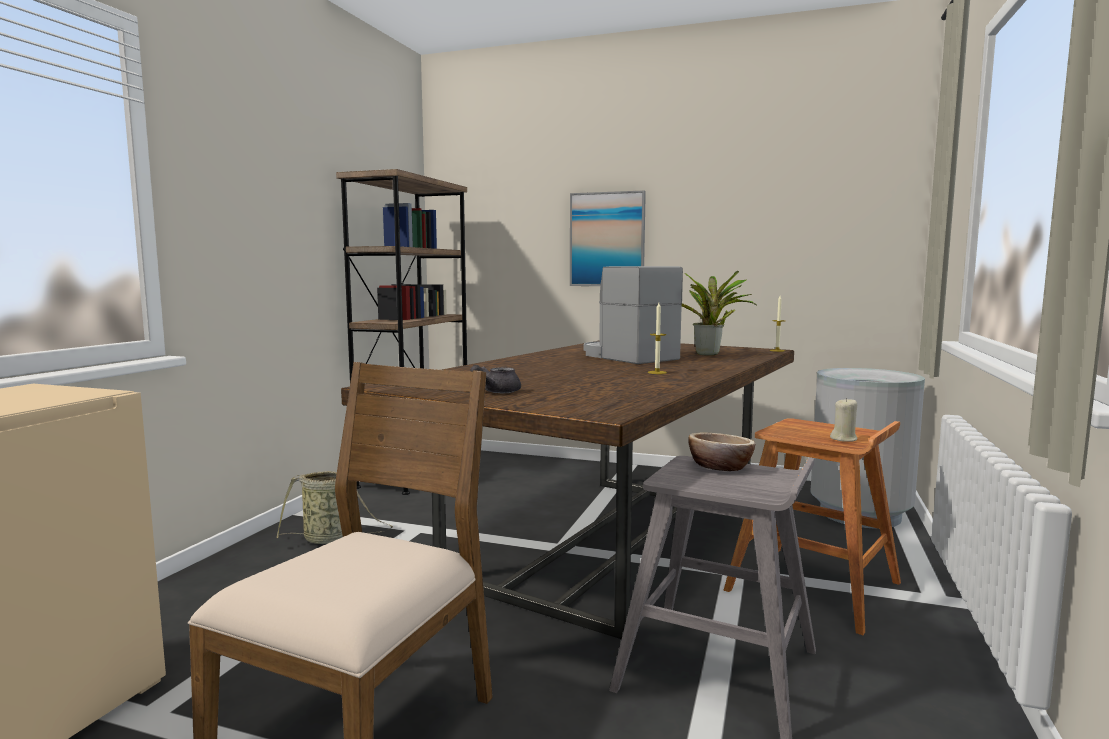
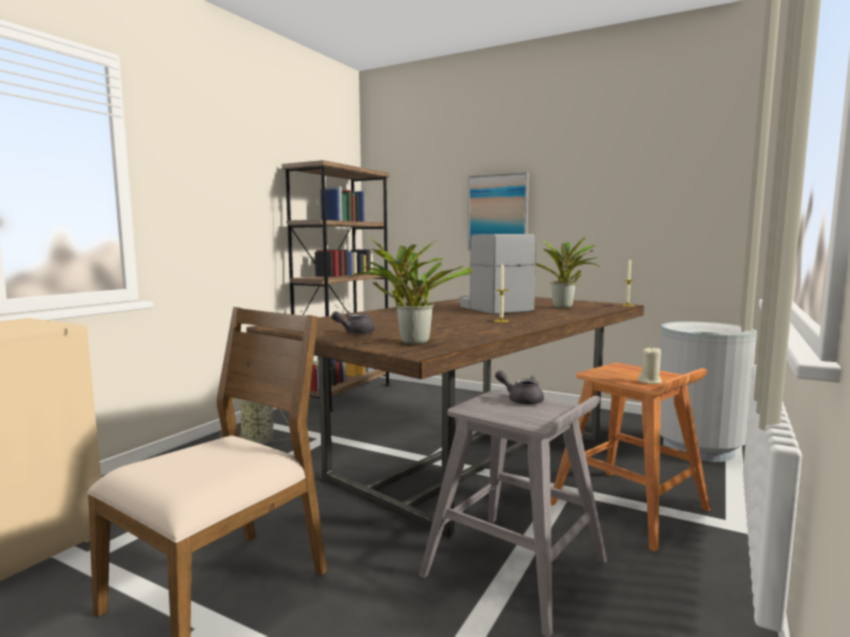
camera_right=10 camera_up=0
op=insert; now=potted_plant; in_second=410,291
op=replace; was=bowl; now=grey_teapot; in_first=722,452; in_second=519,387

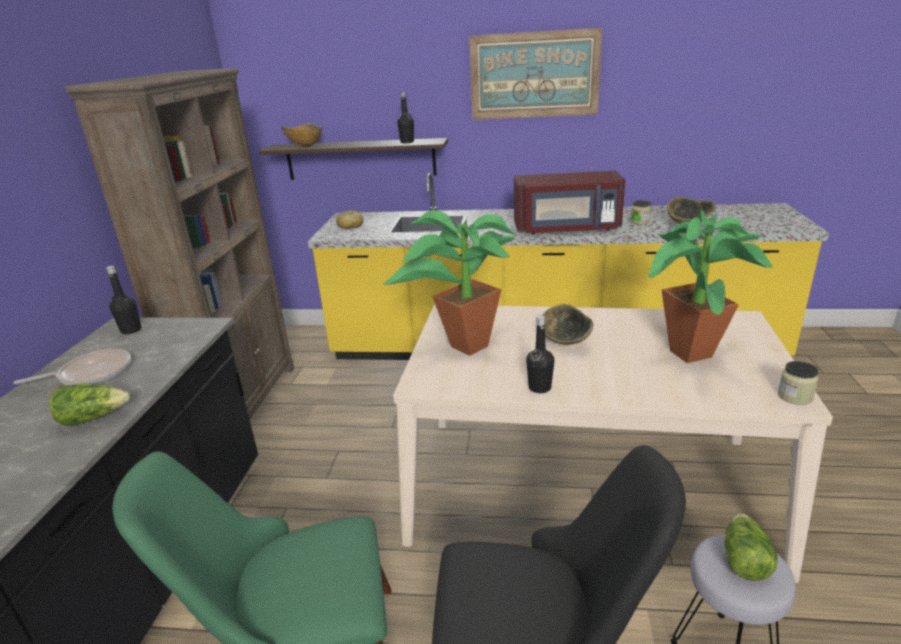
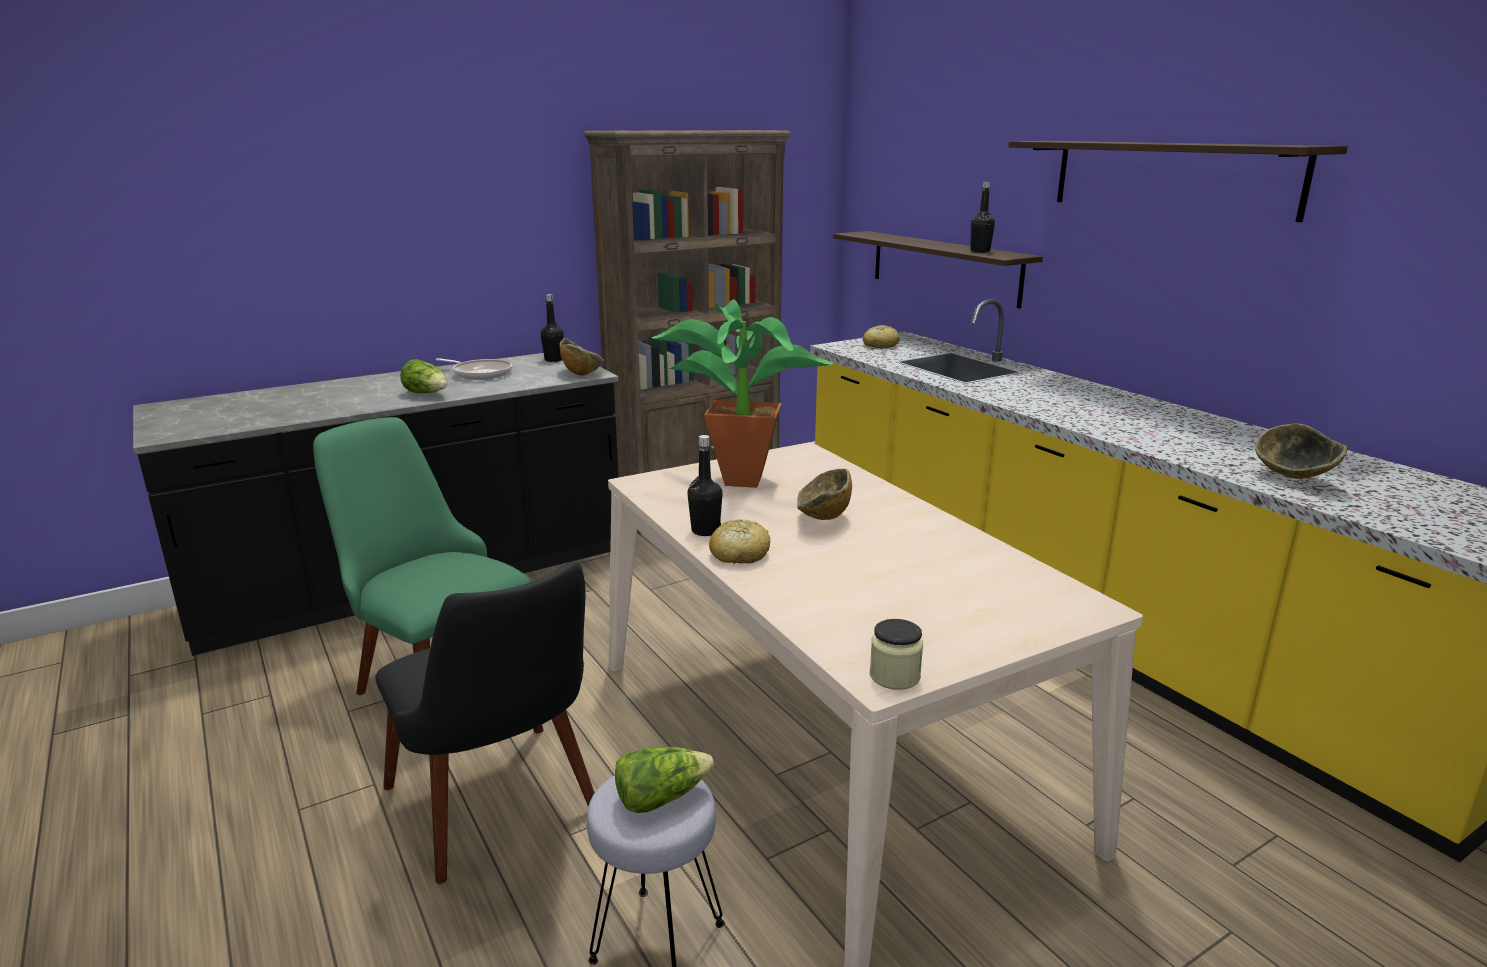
camera_right=50 camera_up=-5
op=delete; was=red_microwave; in_first=569,202
op=delete; was=jar; in_first=641,212
op=delete; was=potted_plant; in_first=710,285
op=insert; now=bread; in_second=739,541
op=move; was=bowl; in_first=301,135; in_second=581,357
op=replace; was=picture; now=shelf; in_first=535,74; in_second=1178,181

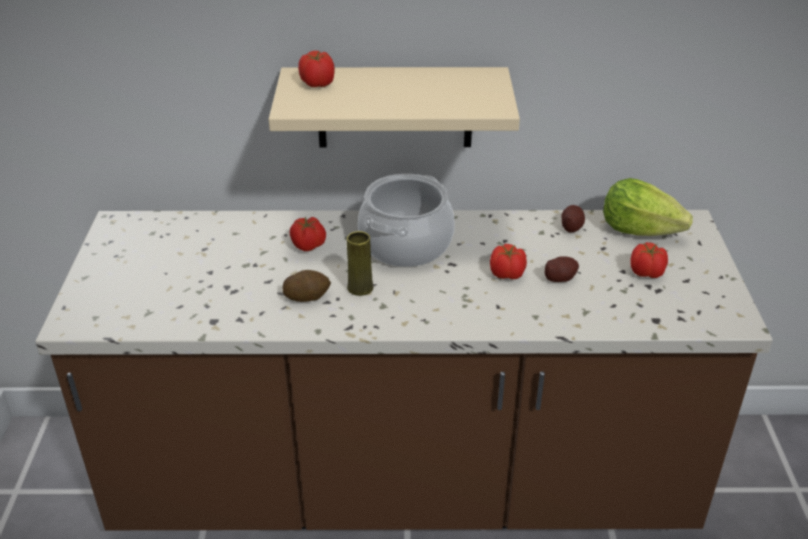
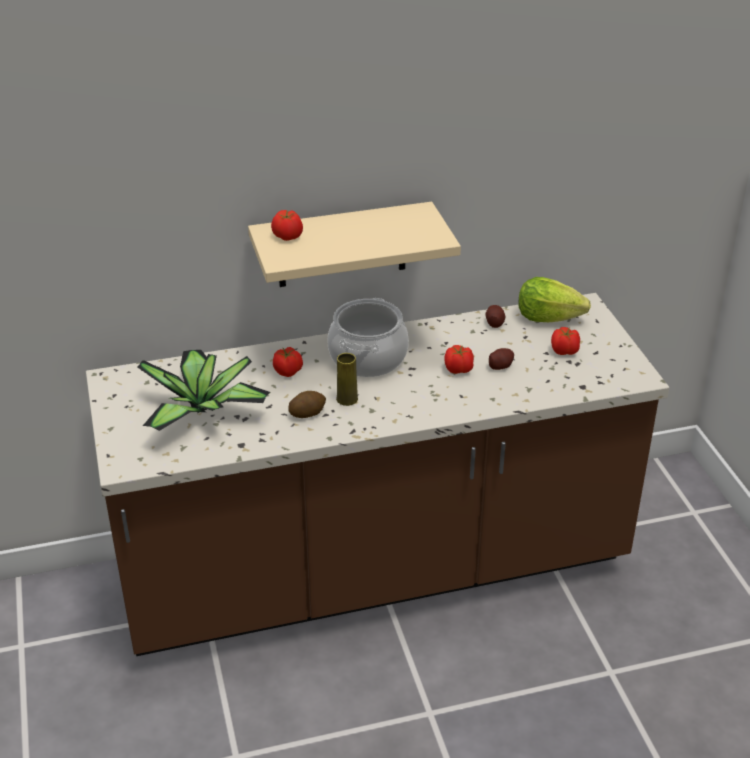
camera_right=-15 camera_up=0
op=insert; now=potted_plant; in_second=204,390

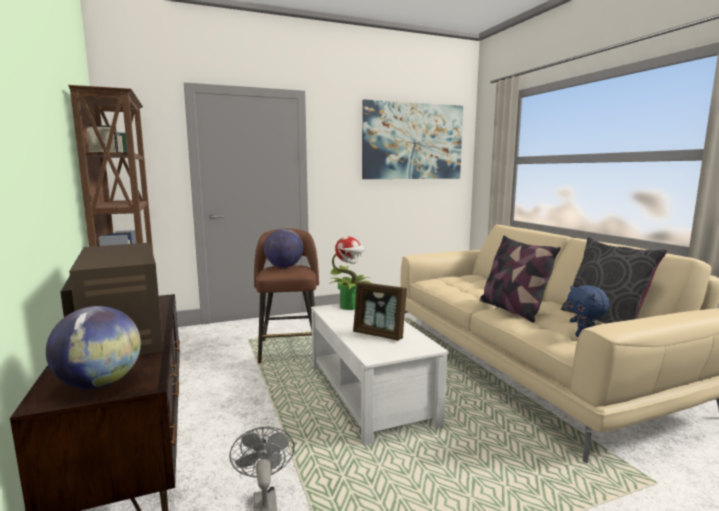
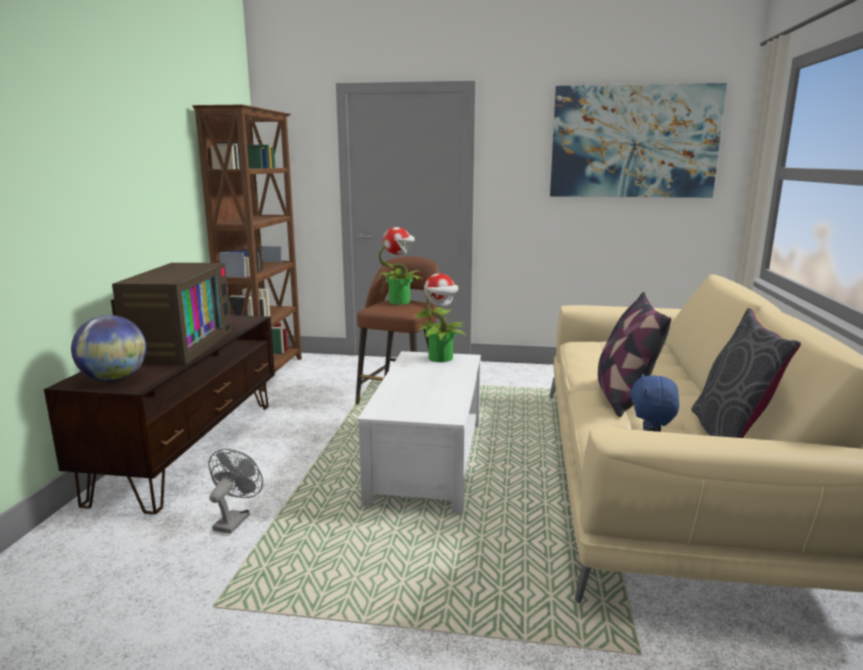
camera_right=30 camera_up=5
op=delete; was=picture_frame; in_first=380,311
op=replace; was=globe; now=potted_plant; in_first=283,248; in_second=400,266

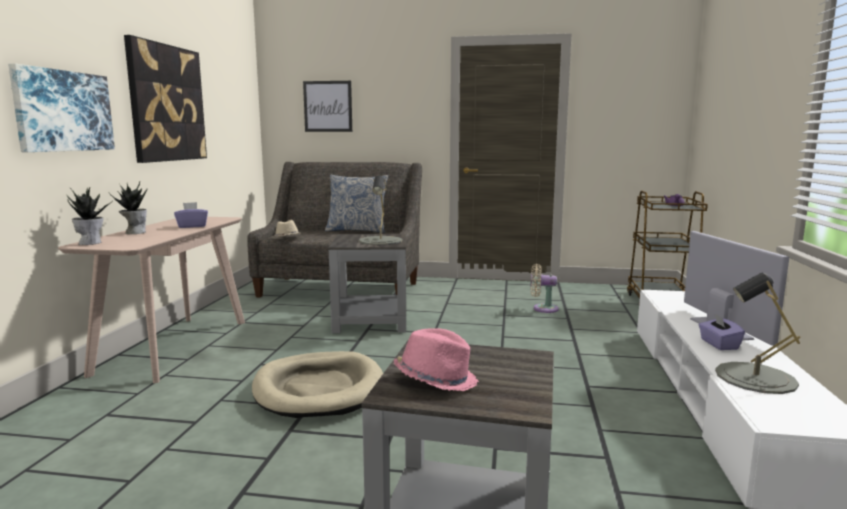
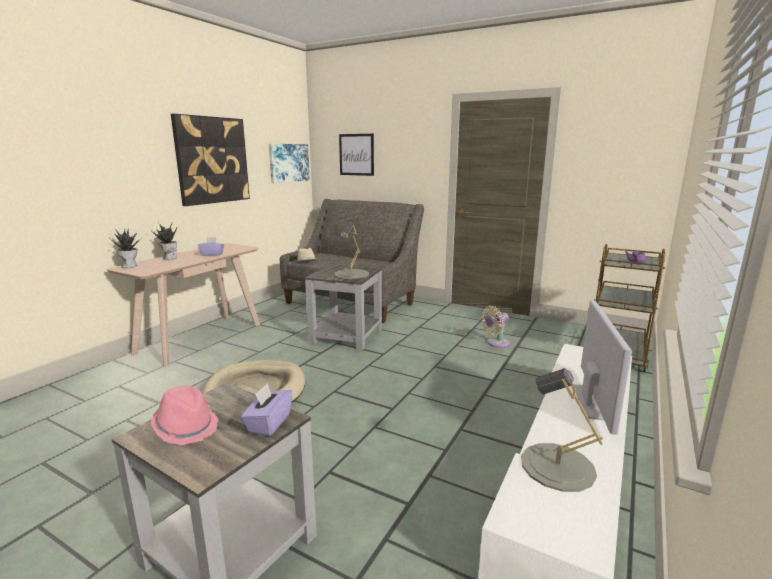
camera_right=20 camera_up=5
op=delete; was=pillow; in_first=356,204
op=move; was=picture; in_first=61,107; in_second=289,163
op=move; was=purple_tissue_box; in_first=722,331; in_second=266,409
op=rotate; was=beige_fan; in_first=545,288; in_second=495,327; clockwise=-60

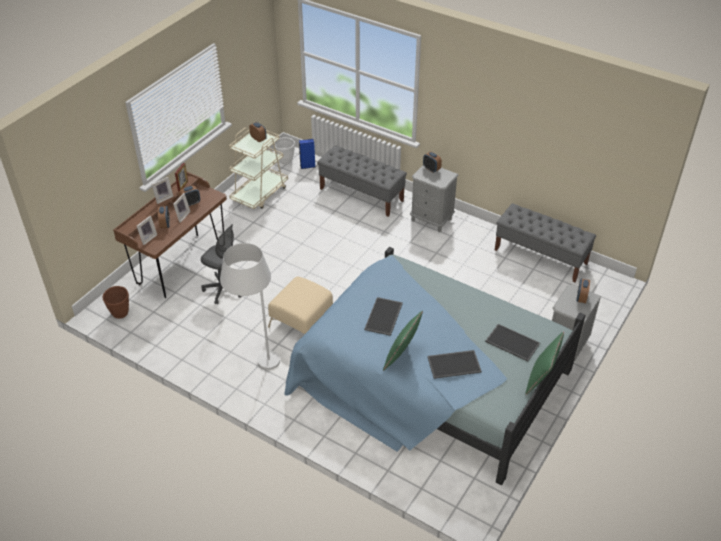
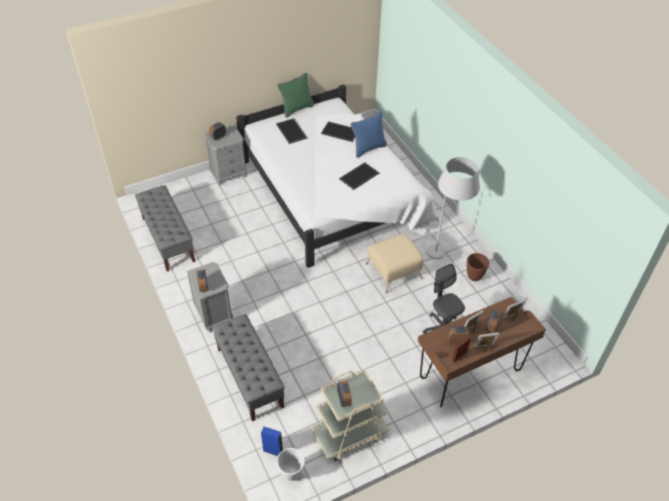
camera_right=-150 camera_up=5
op=move; was=brown_planter; in_first=116,302; in_second=478,267
op=recolor; was=blue_bed; now=white_bed; in_first=435,366; in_second=337,176
op=recolor; was=green_pillow; now=blue_pillow; in_first=403,341; in_second=368,135

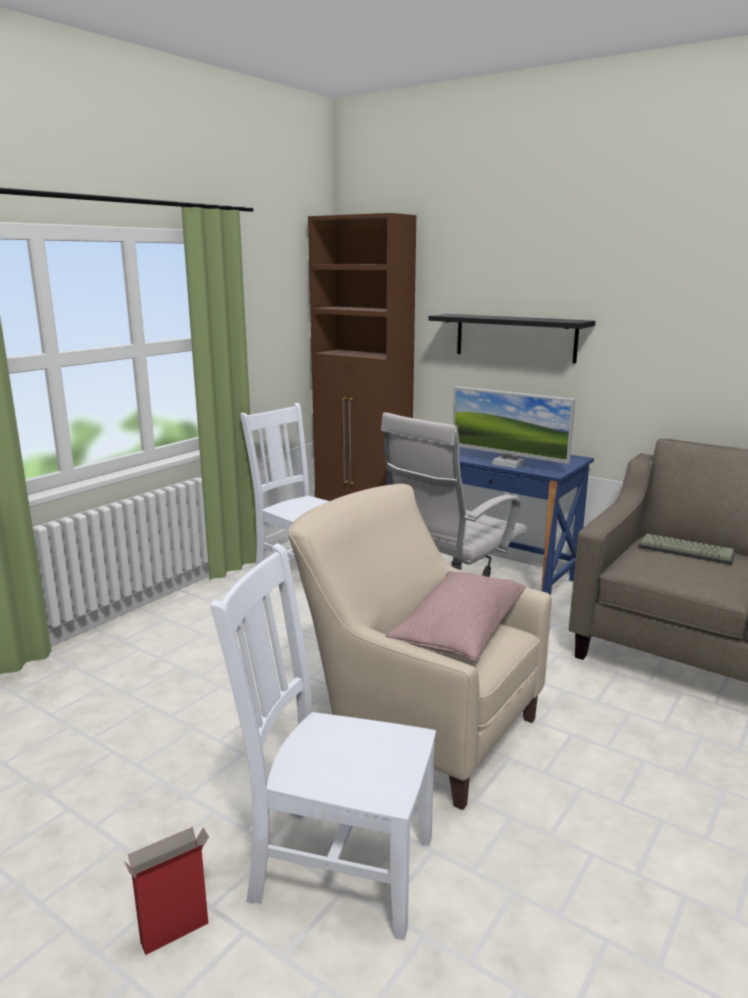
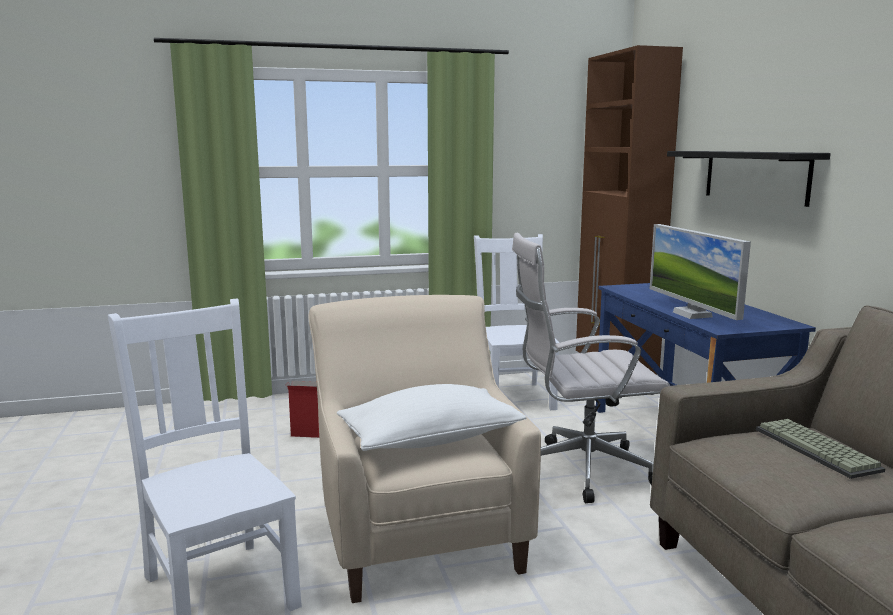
camera_right=40 camera_up=-5
op=move; was=cardboard_box; in_first=166,891; in_second=302,409
op=recolor; was=pink_pillow; now=white_pillow; in_first=456,616; in_second=431,417

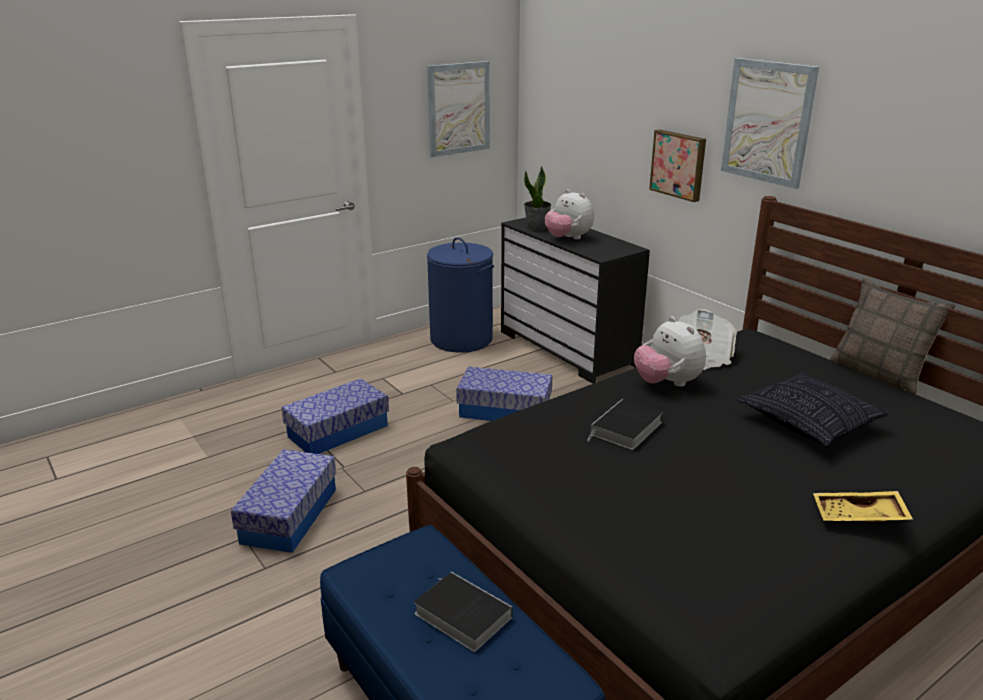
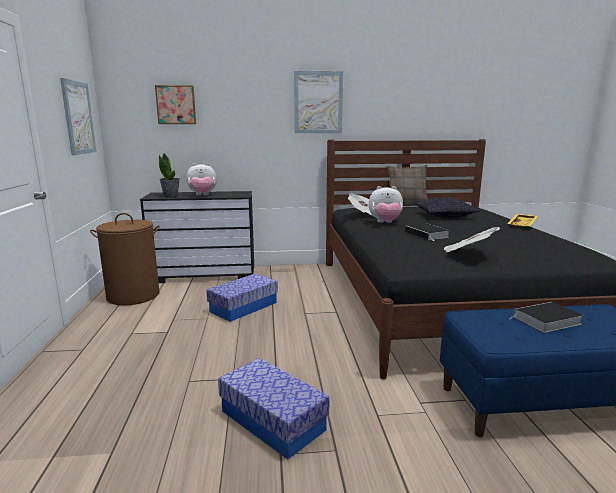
camera_right=-60 camera_up=-10
op=delete; was=storage_box; in_first=335,416
op=insert; now=newspaper; in_second=472,240
op=move; was=picture; in_first=677,165; in_second=175,104
op=recolor; was=blue_laundry_basket; now=brown_laundry_basket; in_first=460,295; in_second=125,259

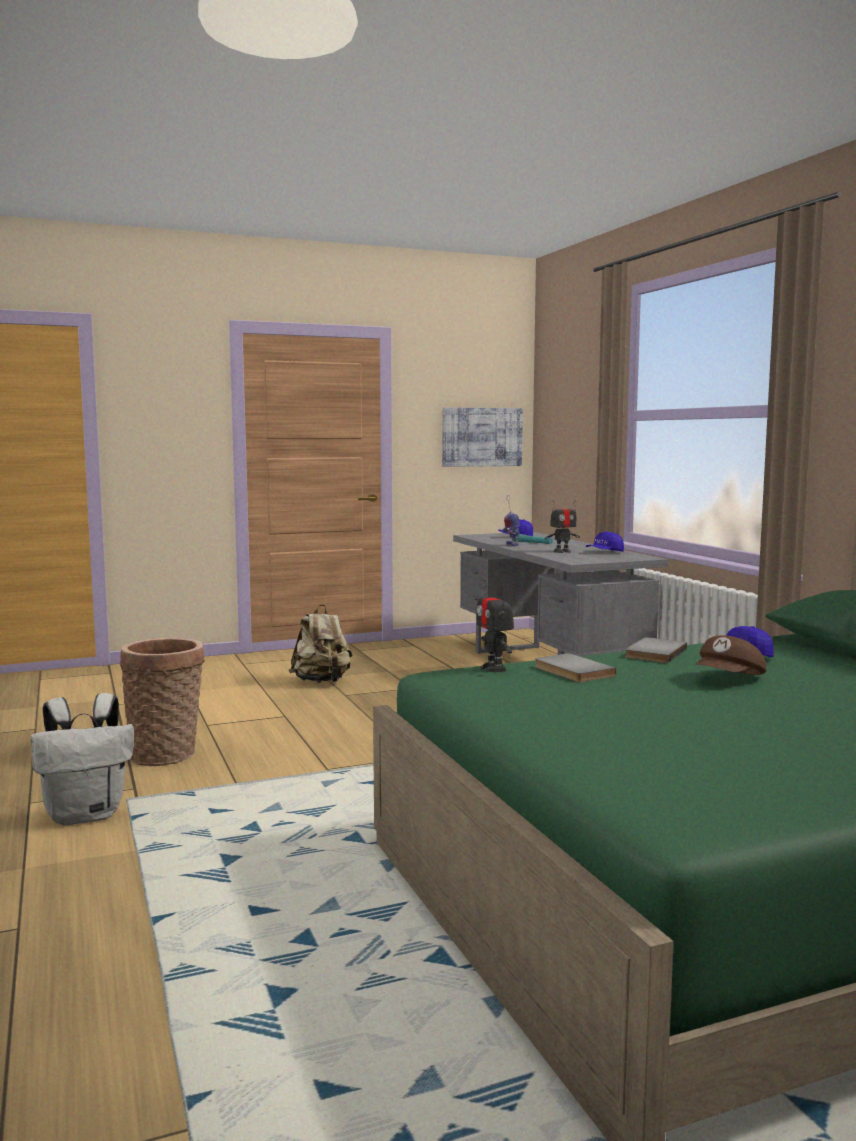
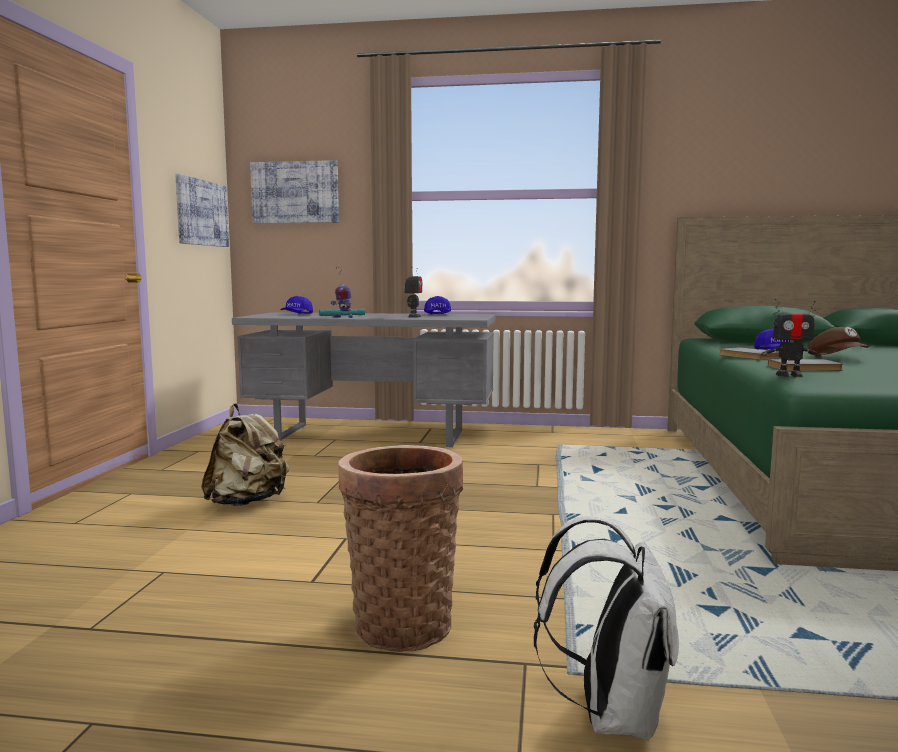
camera_right=-60 camera_up=0
op=insert; now=picture; in_second=294,191

